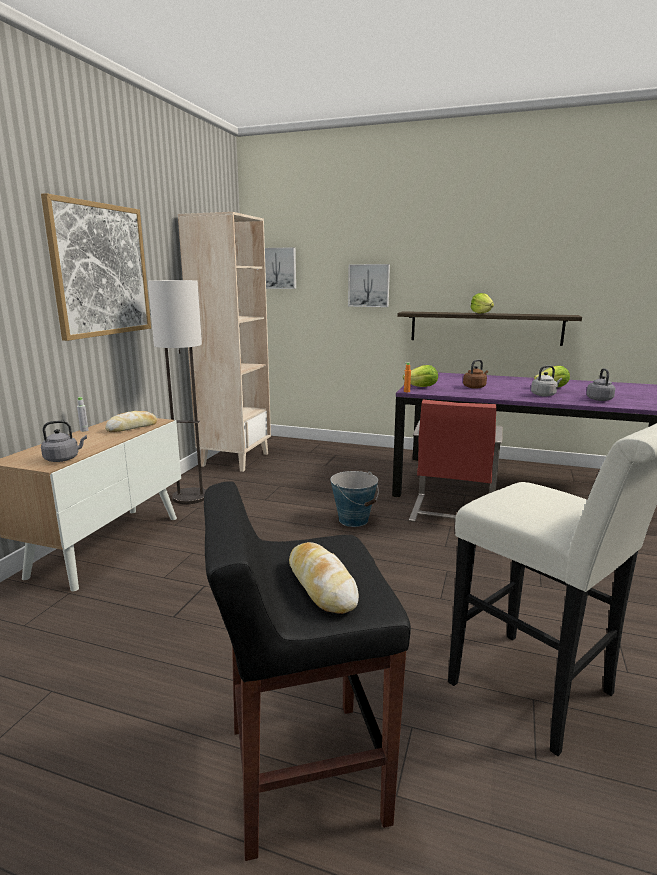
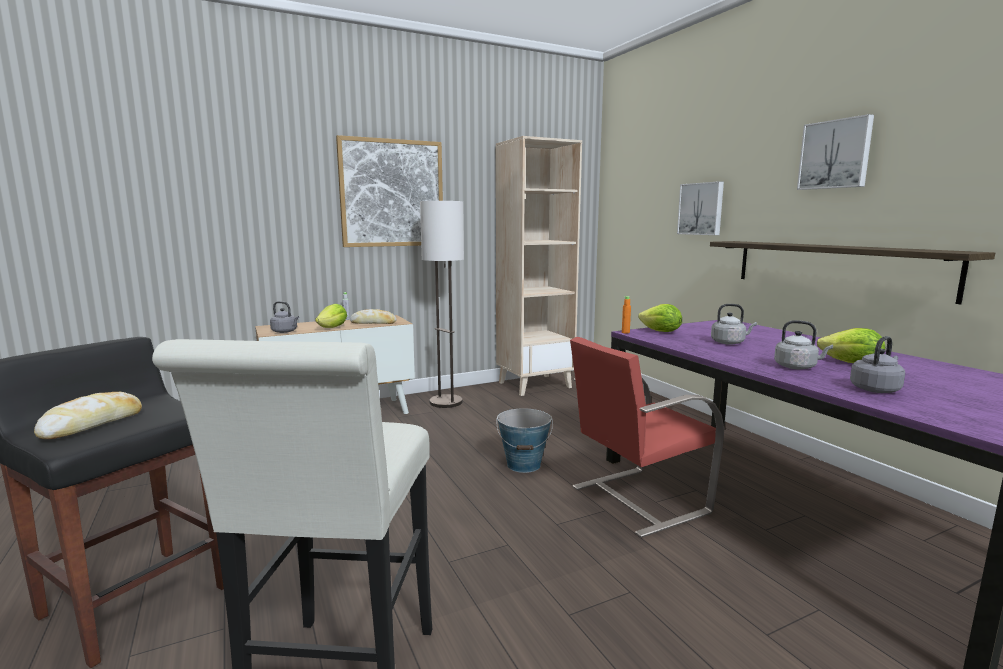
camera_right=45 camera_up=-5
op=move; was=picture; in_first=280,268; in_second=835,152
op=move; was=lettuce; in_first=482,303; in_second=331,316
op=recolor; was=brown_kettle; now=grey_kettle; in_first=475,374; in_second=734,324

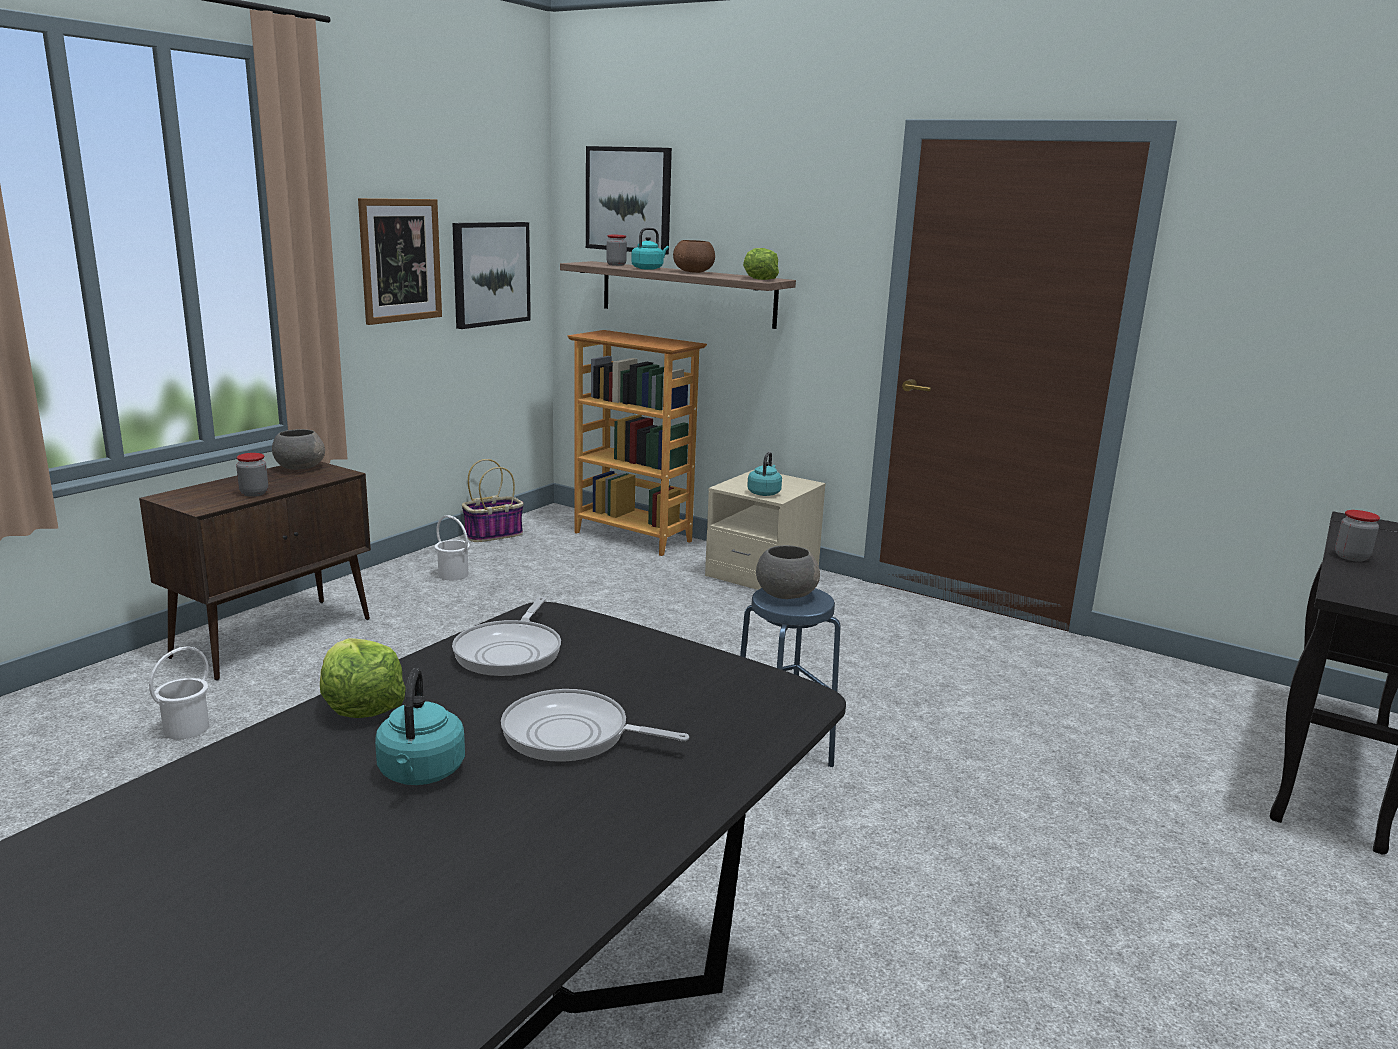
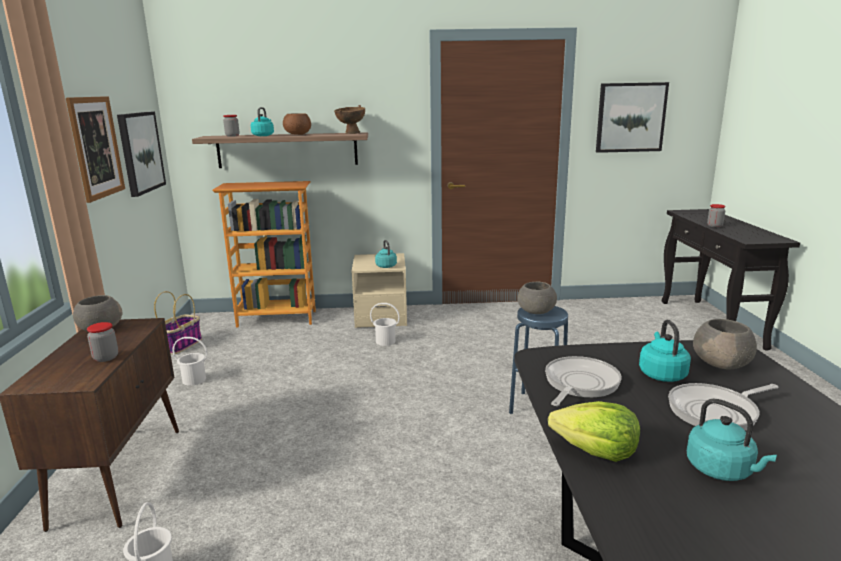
camera_right=-35 camera_up=0
op=insert; now=white_bucket; in_second=385,324
op=insert; now=turquoise_kettle; in_second=665,351
op=insert; now=grey_bowl; in_second=725,344
op=move; was=picture; in_first=629,200; in_second=632,117
op=replace; was=lettuce; now=brown_bowl; in_first=761,264; in_second=349,119
op=rotate; was=frying_pan; in_first=506,637; in_second=583,381; clockwise=-120

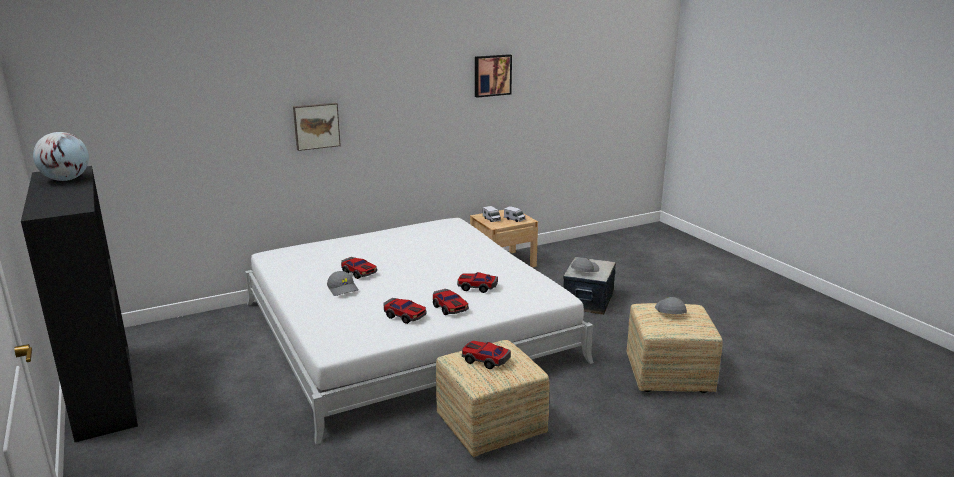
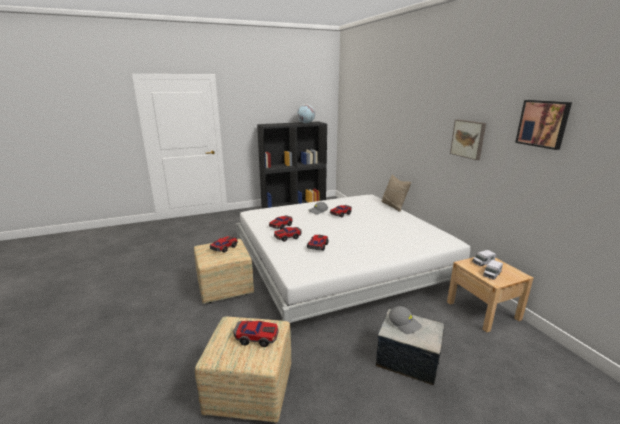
camera_right=95 camera_up=0
op=insert; now=beige_pillow; in_second=396,193
op=move; was=picture; in_first=317,127; in_second=468,140
op=replace; was=grey_cap; now=toy_car; in_first=671,305; in_second=256,334

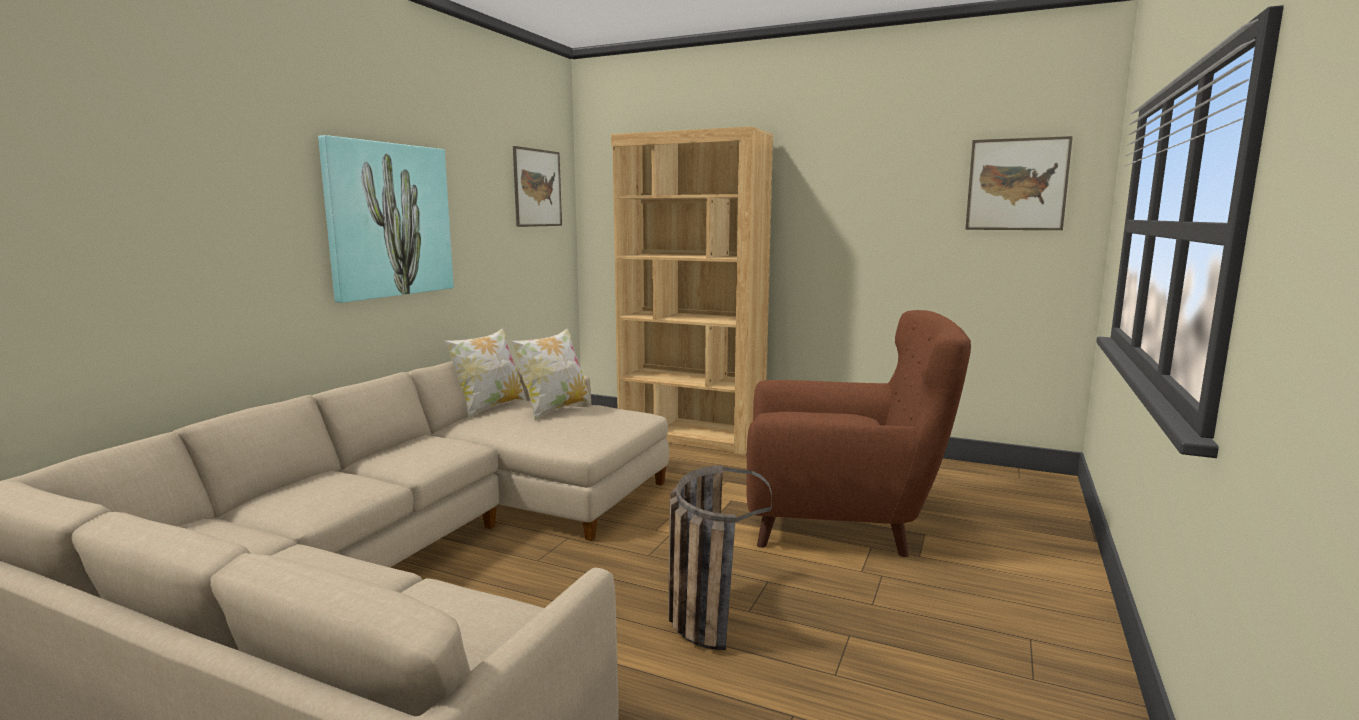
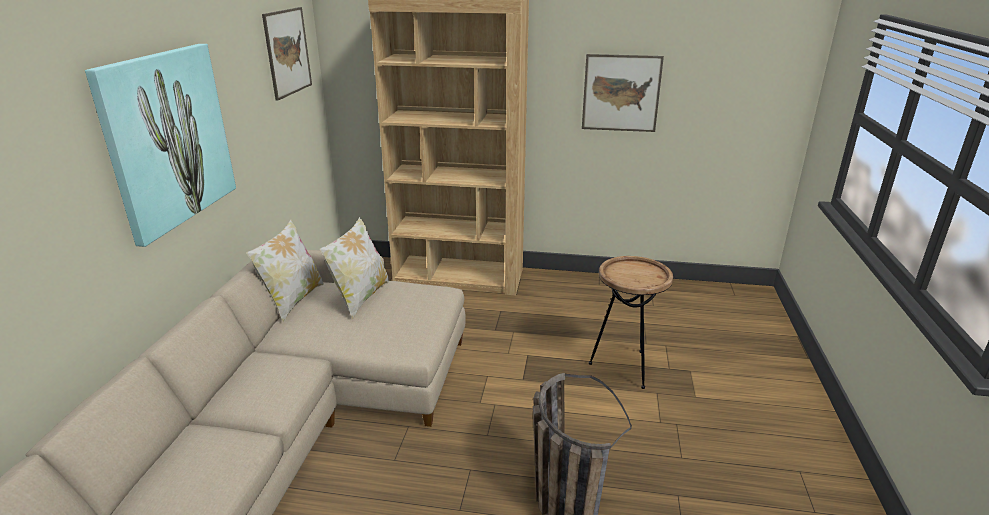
camera_right=-15 camera_up=15
op=move; was=picture; in_first=1019,183; in_second=623,93
op=replace; was=brown_armchair; now=brown_side_table; in_first=858,433; in_second=631,322

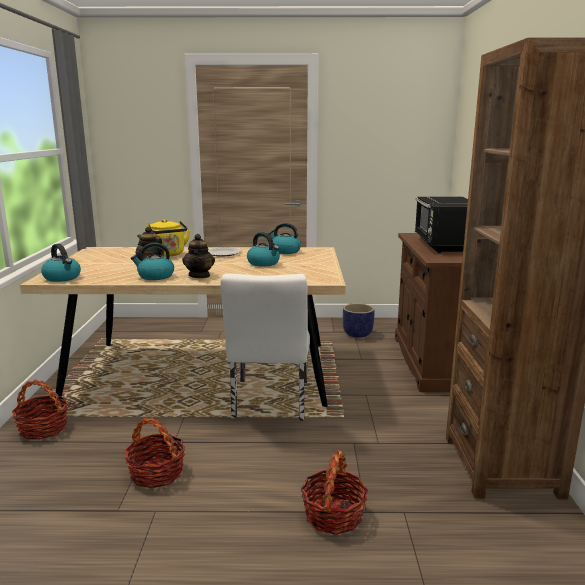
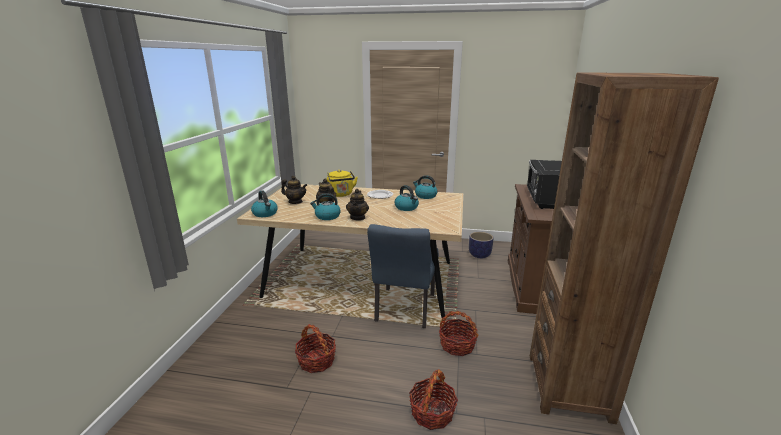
camera_right=10 camera_up=5
op=insert; now=teapot; in_second=294,190
op=move; was=basket; in_first=40,409; in_second=459,333
op=recolor; was=white_chair; now=blue_chair; in_first=265,347; in_second=403,276

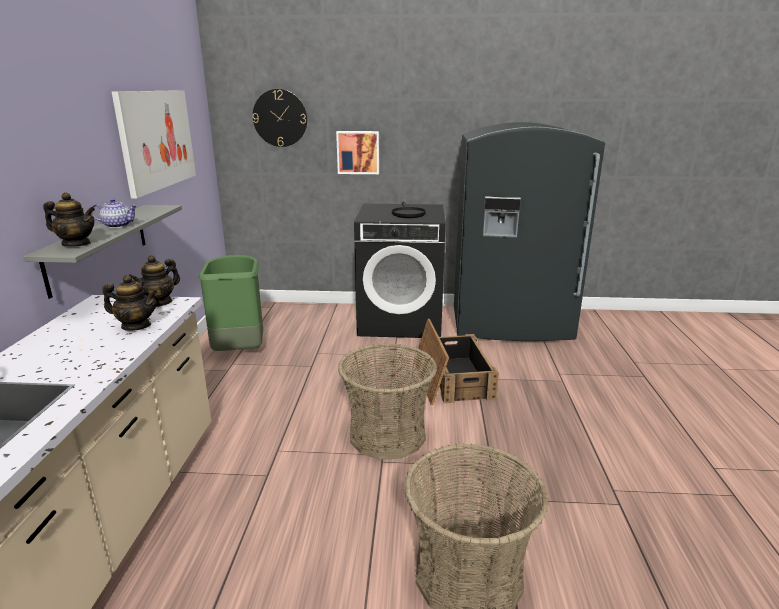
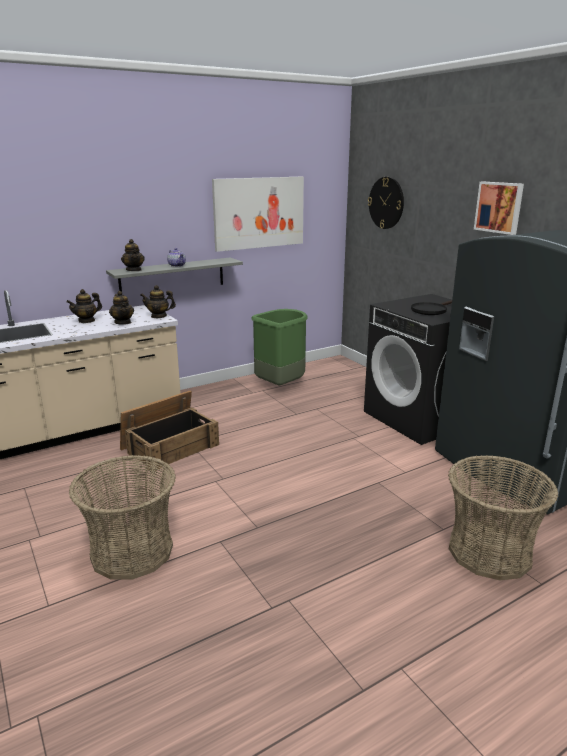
camera_right=55 camera_up=0
op=insert; now=teapot; in_second=84,306
op=move; was=picture; in_first=357,152; in_second=499,208
op=move; was=basket; in_first=387,401; in_second=503,517
op=move; was=crate; in_first=457,362; in_second=169,430

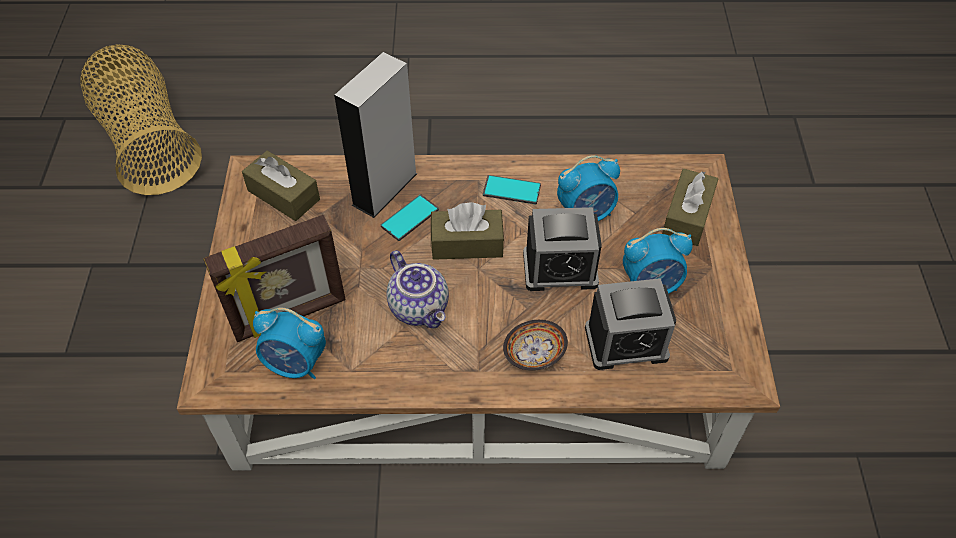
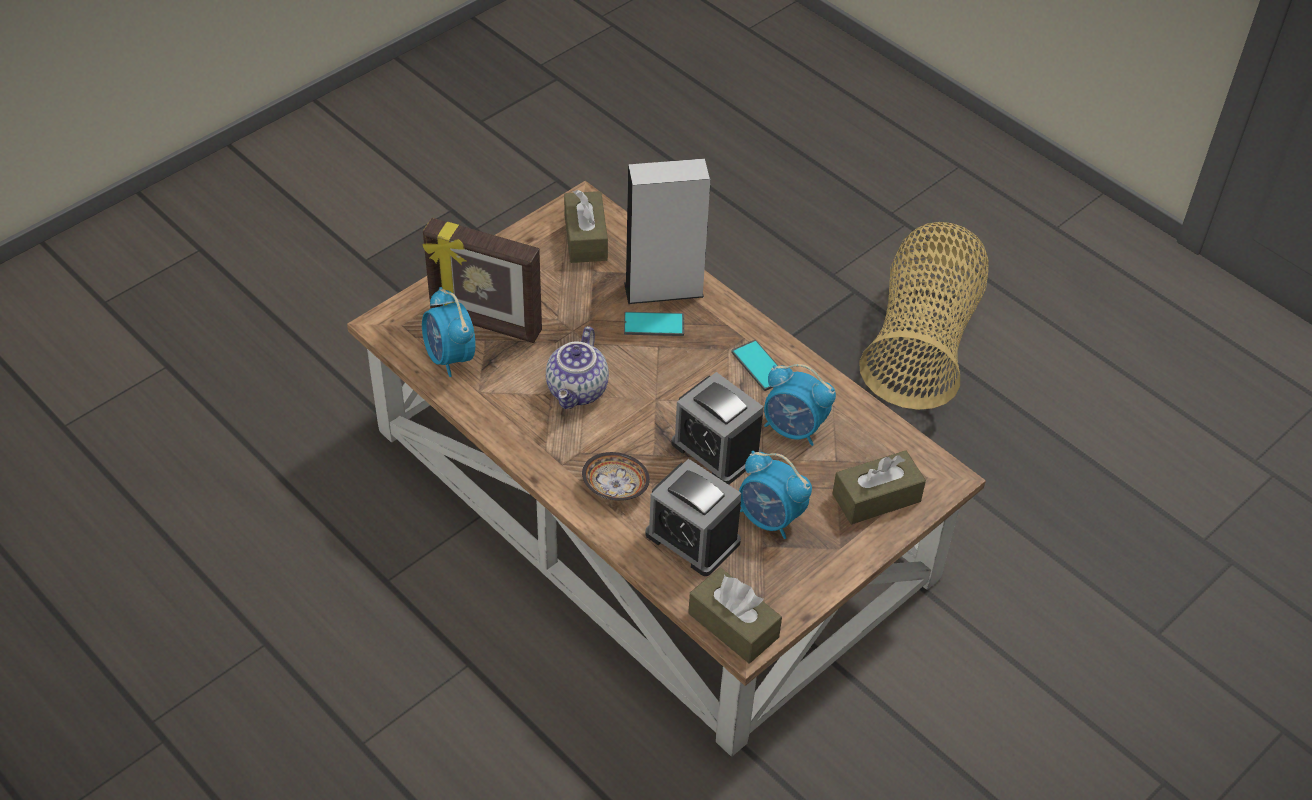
camera_right=45 camera_up=-5
op=move; was=basket; in_first=141,119; in_second=924,316
op=move; was=brown_tissue_box; in_first=467,231; in_second=735,615

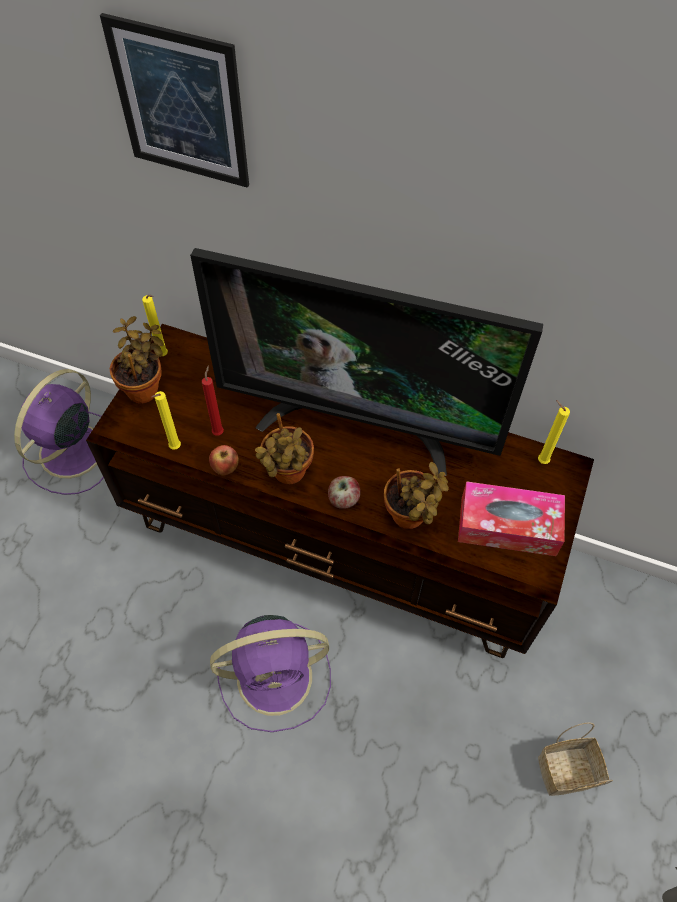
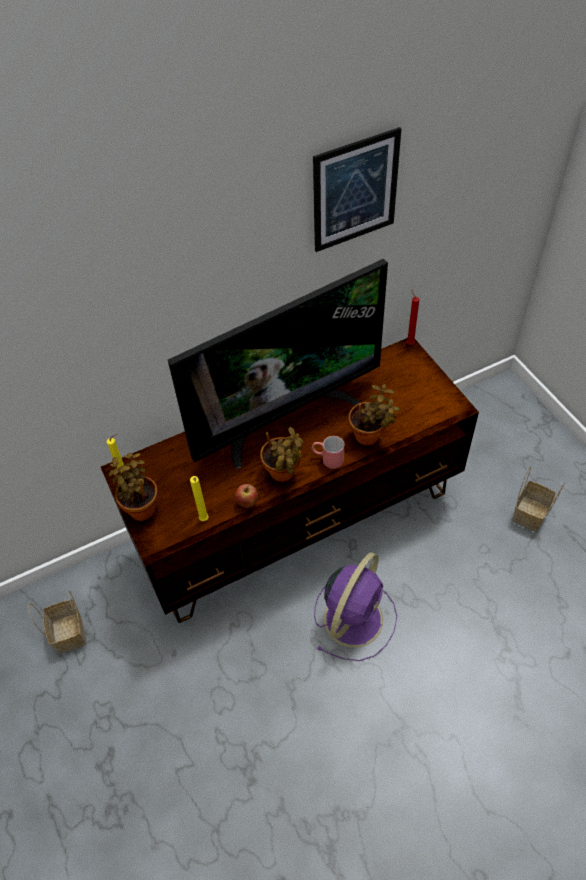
camera_right=-45 camera_up=-5
op=delete; was=tissue_box; in_first=511,518
op=delete; was=yellow_candle; in_first=554,432
op=move; was=picture; in_first=174,100; in_second=357,189
op=move; was=red_candle; in_first=213,400; in_second=412,317
op=replace; was=purple_fan; now=basket; in_first=59,432; in_second=57,622
op=replace; was=apple; now=red_mug; in_first=344,492; in_second=328,452

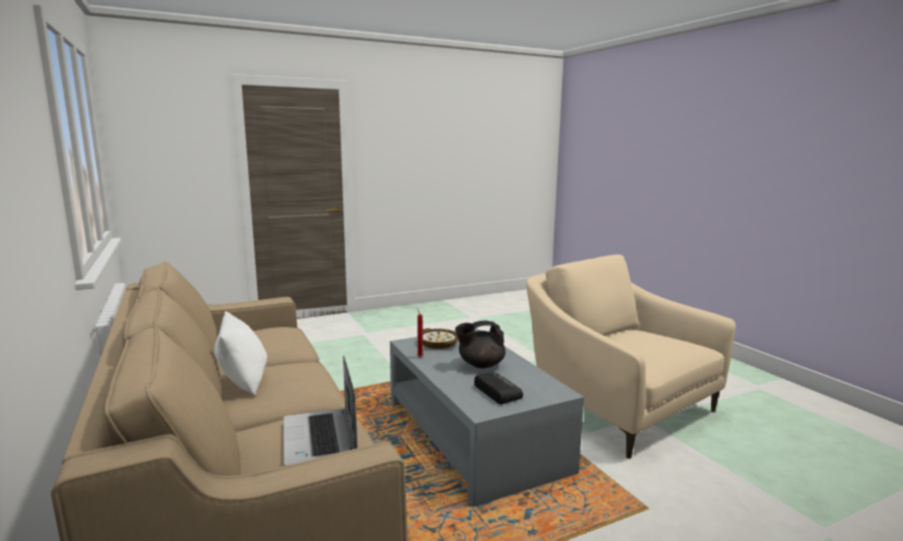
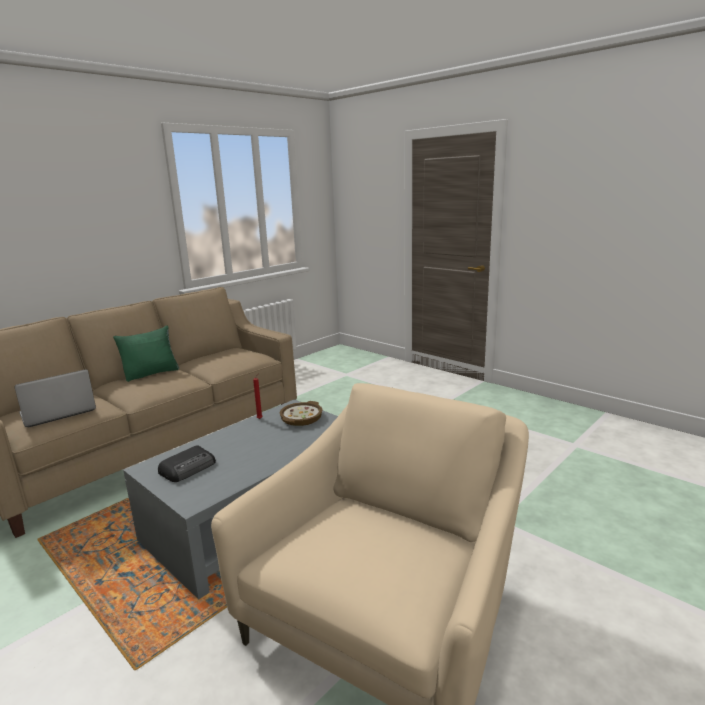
camera_right=70 camera_up=5
op=delete; was=black_teapot; in_first=480,344
op=recolor; was=white_pillow; now=green_pillow; in_first=241,353; in_second=146,354

